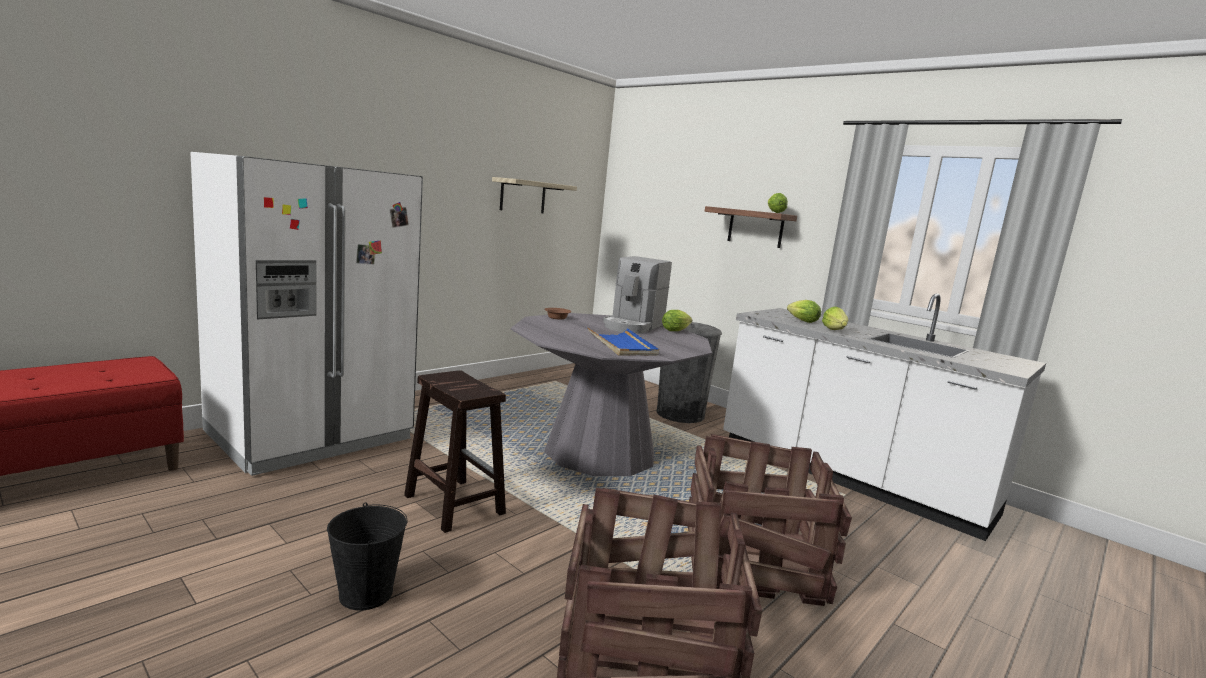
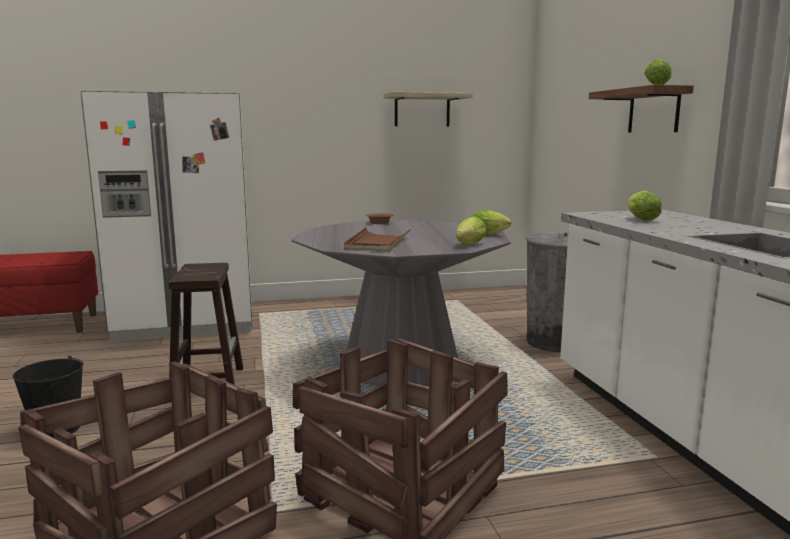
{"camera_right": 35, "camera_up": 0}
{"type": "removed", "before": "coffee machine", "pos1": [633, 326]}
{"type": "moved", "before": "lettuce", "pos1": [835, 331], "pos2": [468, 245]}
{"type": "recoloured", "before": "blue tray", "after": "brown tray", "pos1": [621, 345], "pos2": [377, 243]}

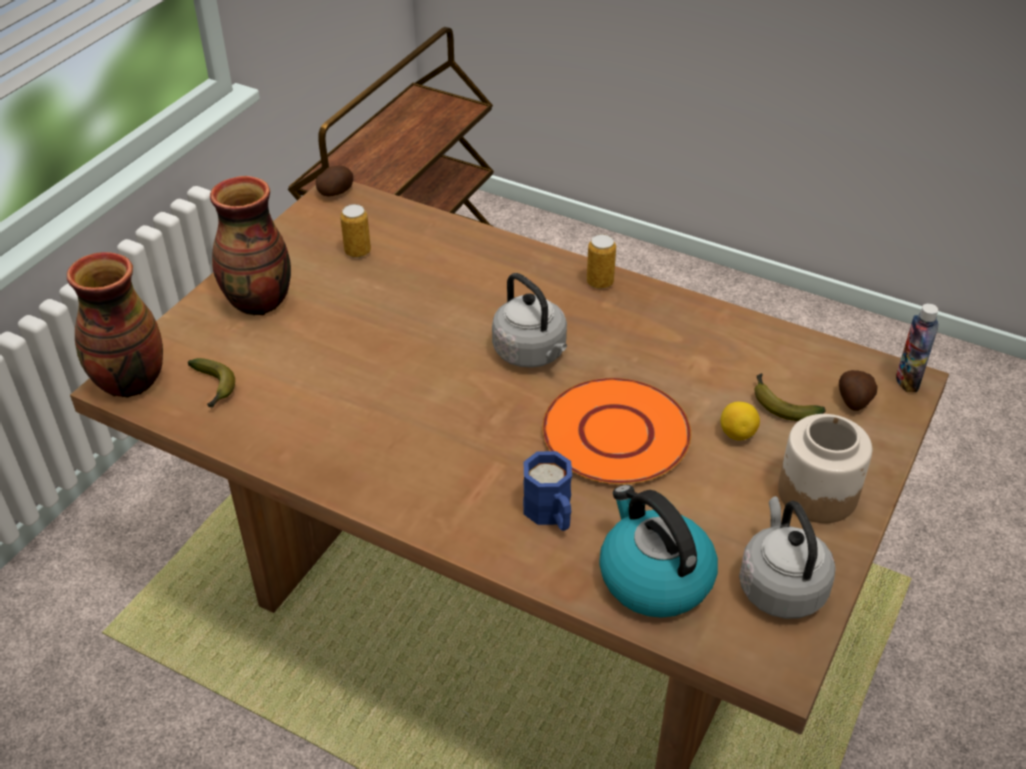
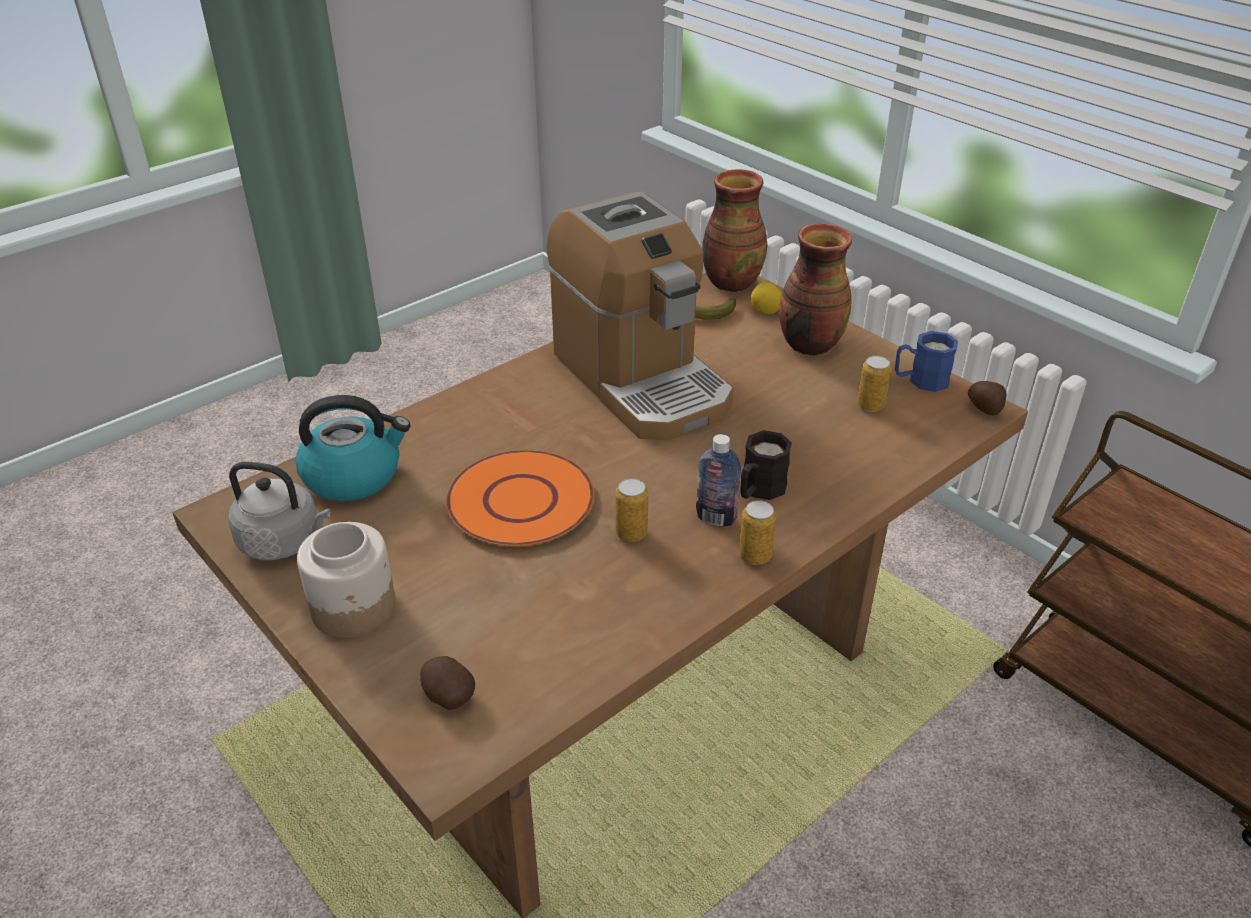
{"camera_right": 110, "camera_up": -5}
{"type": "removed", "before": "grey kettle", "pos1": [532, 353]}
{"type": "moved", "before": "bottle", "pos1": [907, 381], "pos2": [716, 518]}
{"type": "removed", "before": "banana", "pos1": [780, 404]}
{"type": "moved", "before": "lemon", "pos1": [737, 434], "pos2": [765, 312]}
{"type": "moved", "before": "blue mug", "pos1": [551, 514], "pos2": [920, 380]}
{"type": "added", "after": "coffee machine", "pos2": [641, 379]}
{"type": "added", "after": "black mug", "pos2": [758, 490]}
{"type": "added", "after": "can", "pos2": [631, 533]}

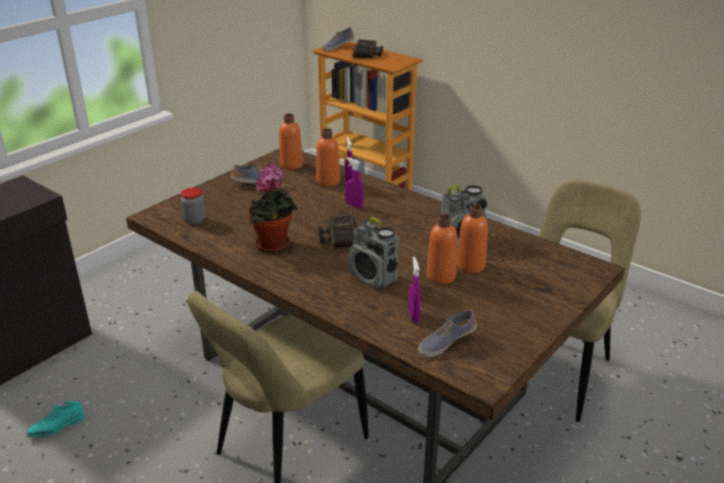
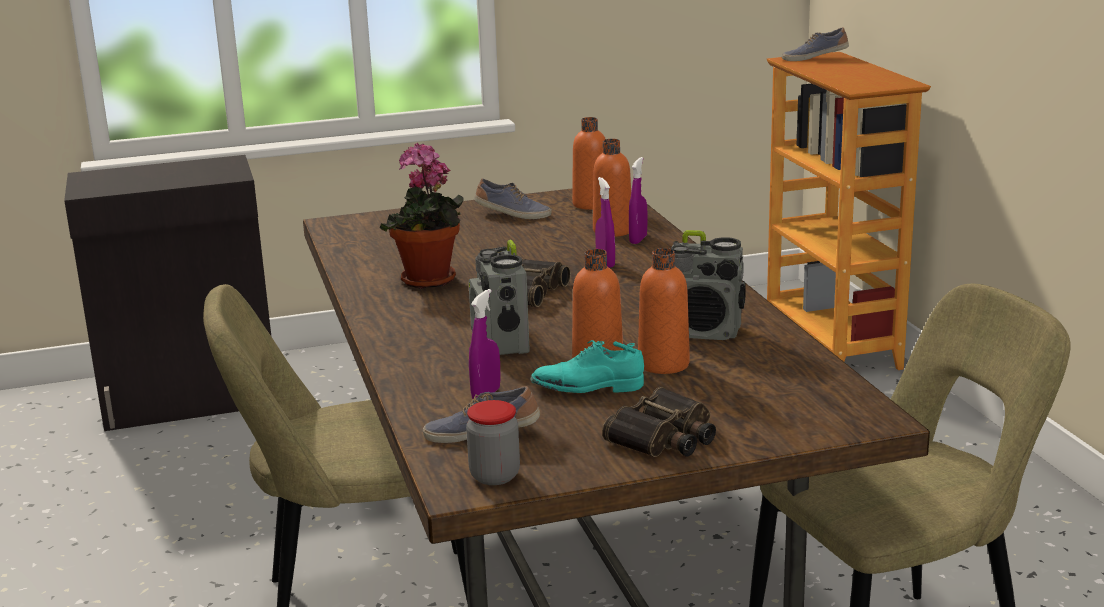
{"camera_right": 35, "camera_up": -10}
{"type": "moved", "before": "binoculars", "pos1": [367, 54], "pos2": [665, 437]}
{"type": "moved", "before": "jar", "pos1": [195, 220], "pos2": [495, 476]}
{"type": "moved", "before": "turquoise shoe", "pos1": [57, 427], "pos2": [587, 389]}

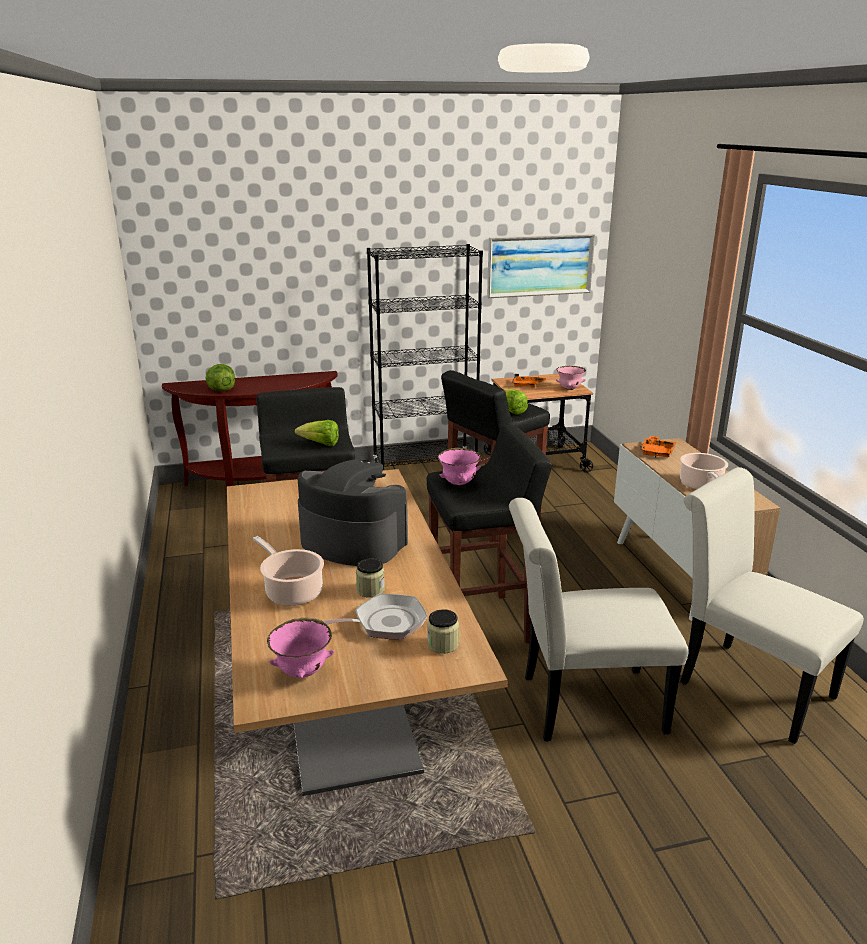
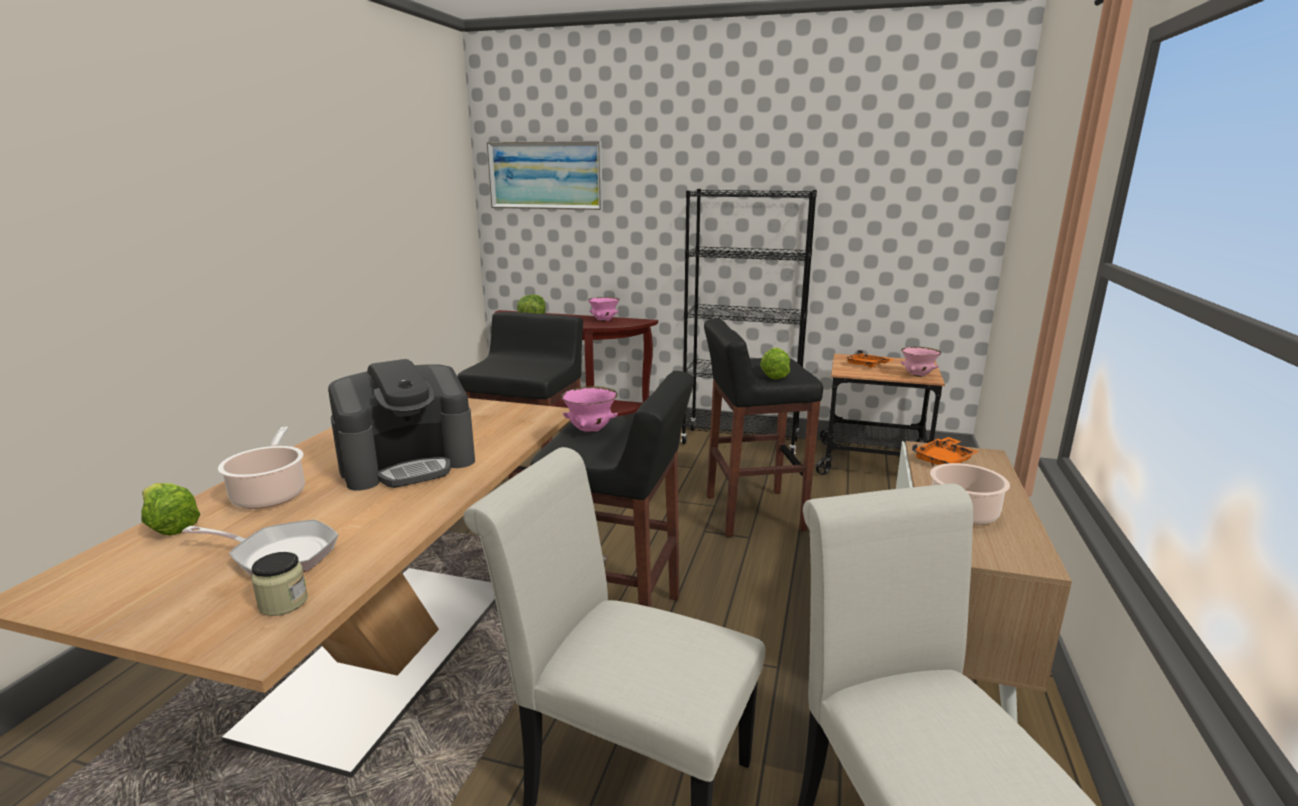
{"camera_right": 30, "camera_up": -5}
{"type": "moved", "before": "picture", "pos1": [540, 265], "pos2": [545, 175]}
{"type": "moved", "before": "lettuce", "pos1": [320, 444], "pos2": [170, 526]}
{"type": "turned", "before": "coffee machine", "pos1": [352, 542], "pos2": [408, 464], "turn": 90}
{"type": "removed", "before": "jar", "pos1": [370, 590]}
{"type": "moved", "before": "pink bowl", "pos1": [303, 672], "pos2": [604, 321]}

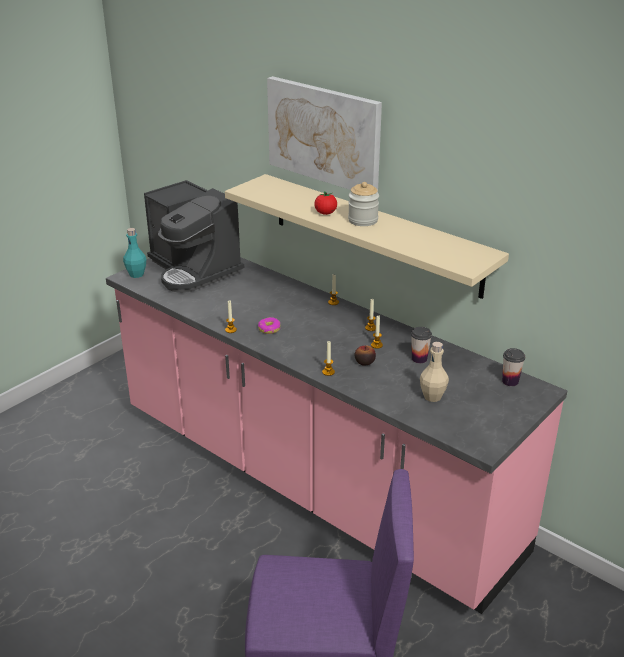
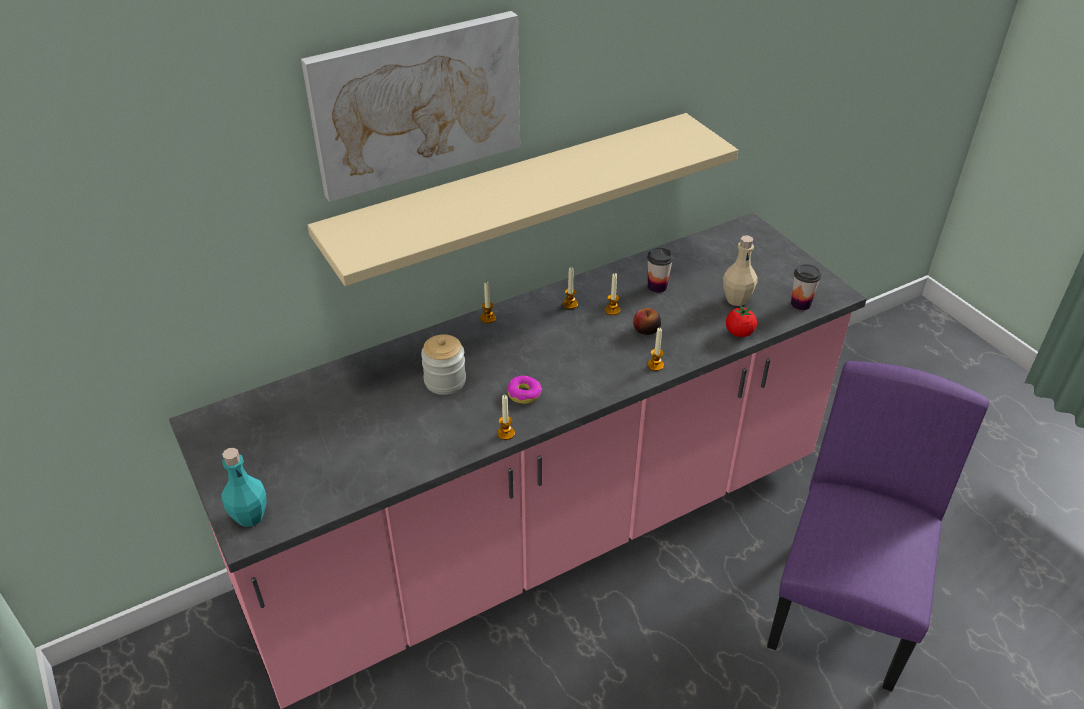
{"camera_right": -70, "camera_up": 10}
{"type": "removed", "before": "coffee machine", "pos1": [194, 269]}
{"type": "moved", "before": "jar", "pos1": [363, 220], "pos2": [445, 381]}
{"type": "moved", "before": "tomato", "pos1": [325, 213], "pos2": [739, 333]}
{"type": "moved", "before": "cup", "pos1": [510, 381], "pos2": [800, 304]}

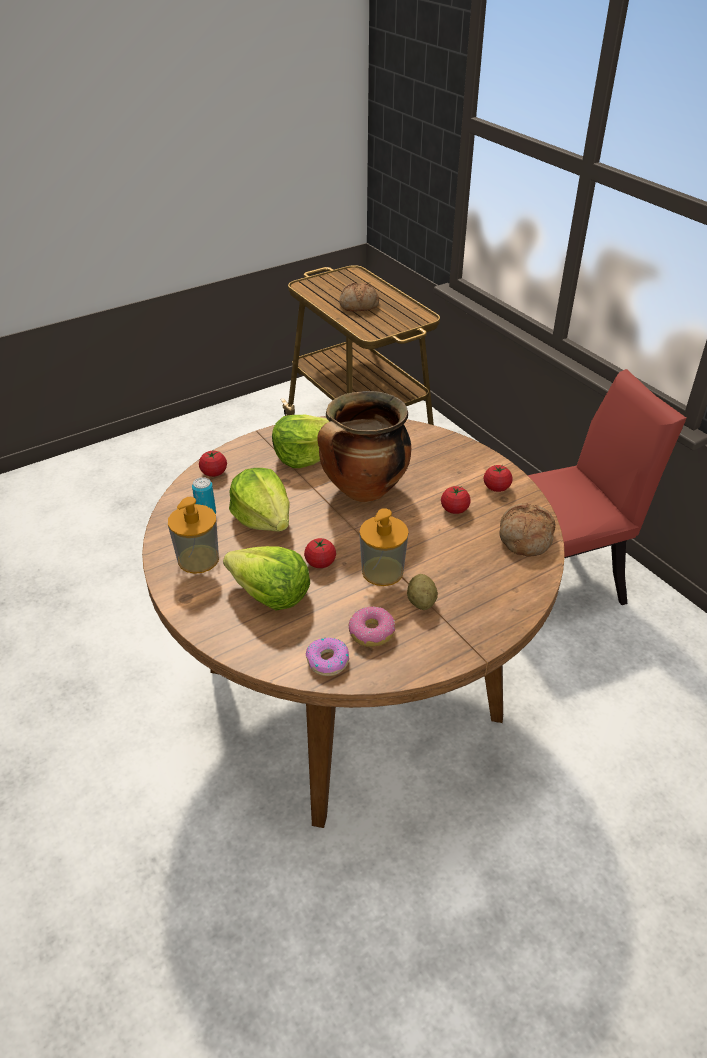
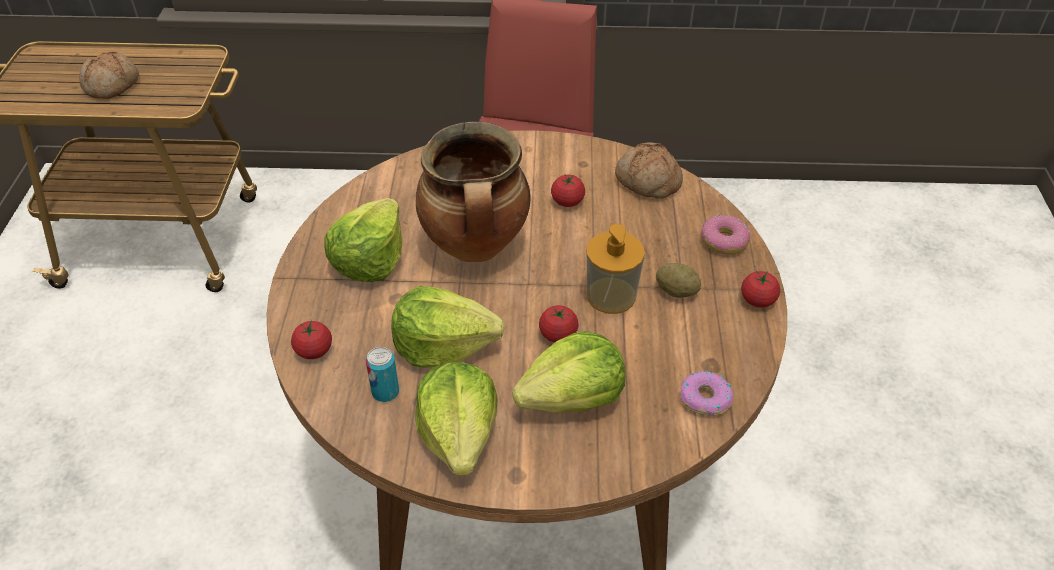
{"camera_right": -55, "camera_up": 5}
{"type": "moved", "before": "tomato", "pos1": [496, 487], "pos2": [757, 300]}
{"type": "replaced", "before": "soap dispenser", "after": "lettuce", "pos1": [198, 559], "pos2": [459, 434]}
{"type": "moved", "before": "donut", "pos1": [371, 632], "pos2": [723, 241]}

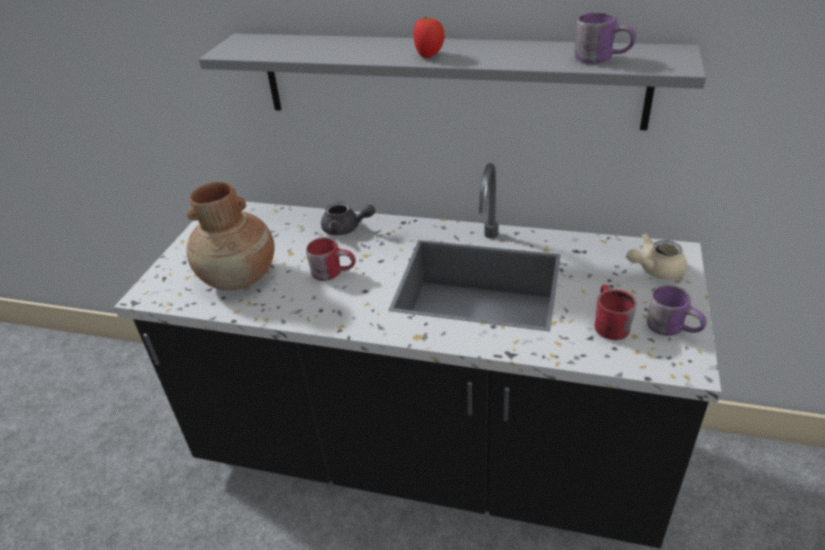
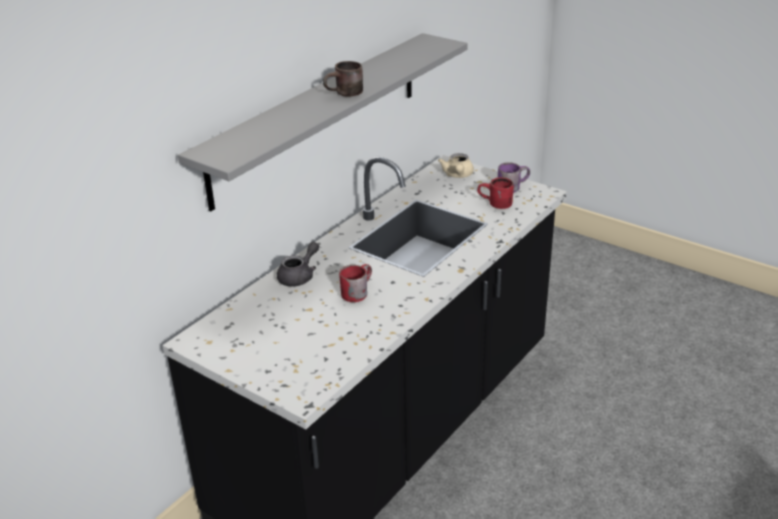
{"camera_right": -70, "camera_up": -5}
{"type": "removed", "before": "purple mug", "pos1": [601, 58]}
{"type": "replaced", "before": "tomato", "after": "brown mug", "pos1": [429, 55], "pos2": [345, 94]}
{"type": "removed", "before": "brown vase", "pos1": [240, 277]}

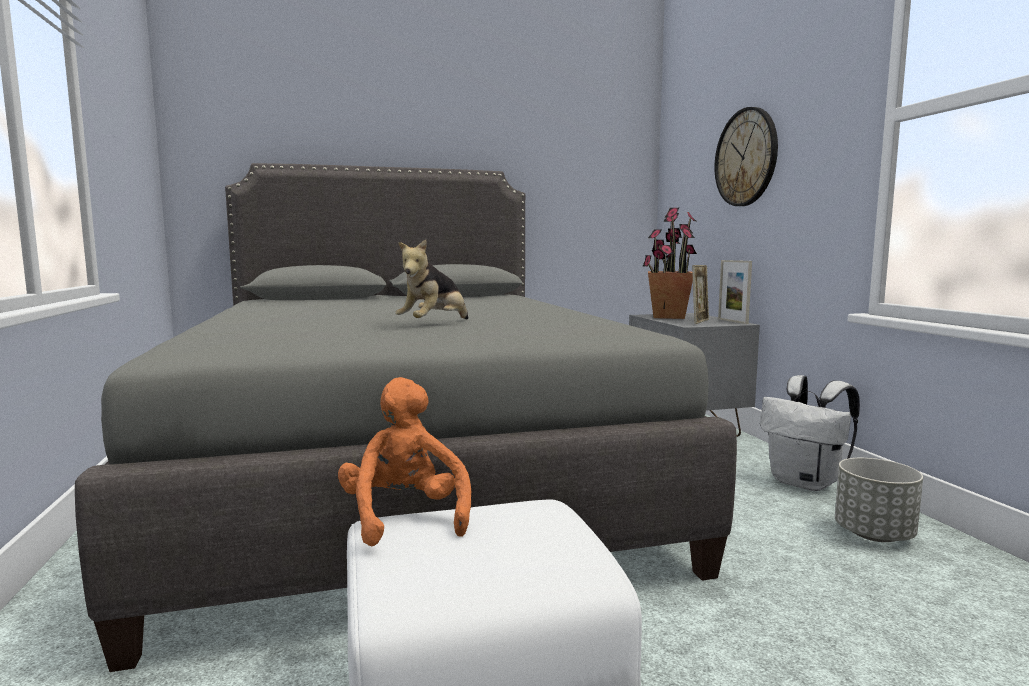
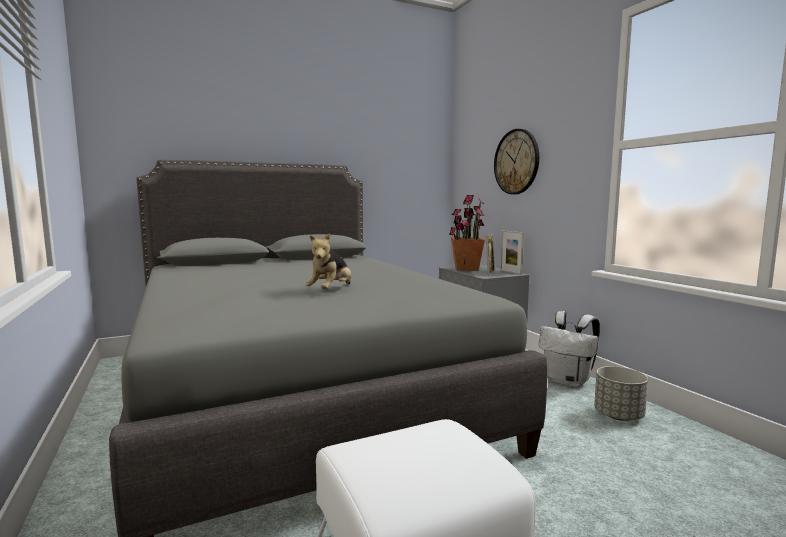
{"camera_right": -10, "camera_up": 0}
{"type": "removed", "before": "orange plush toy", "pos1": [404, 517]}

